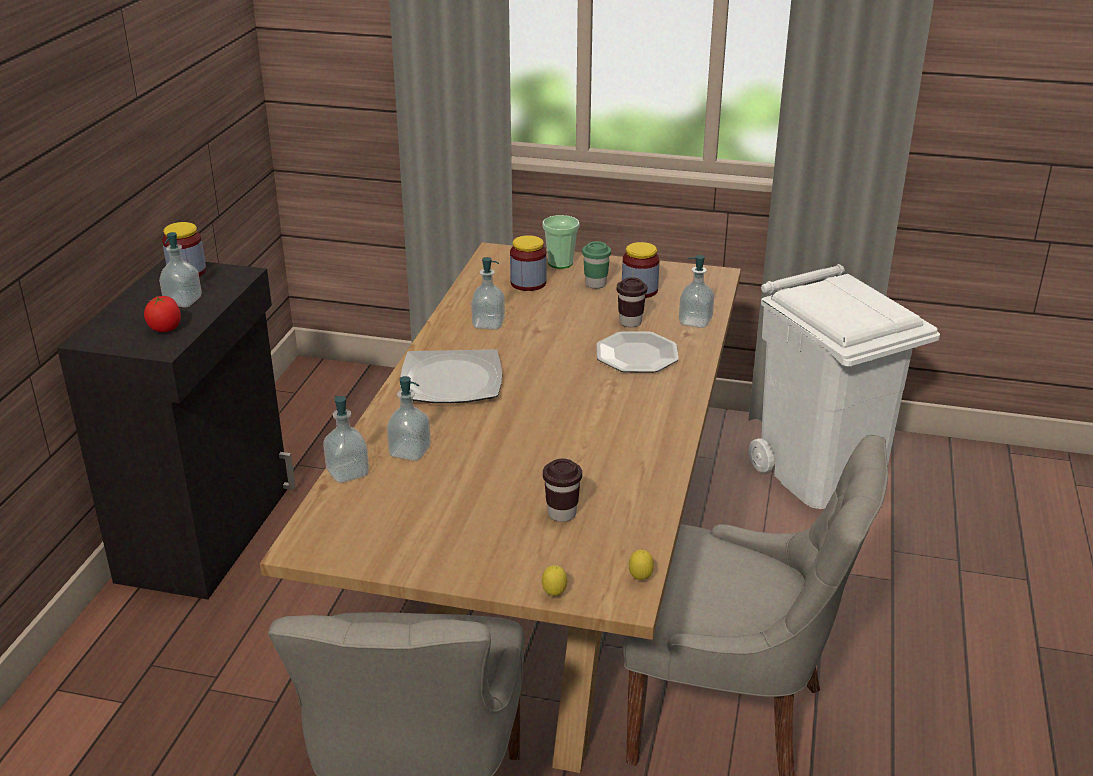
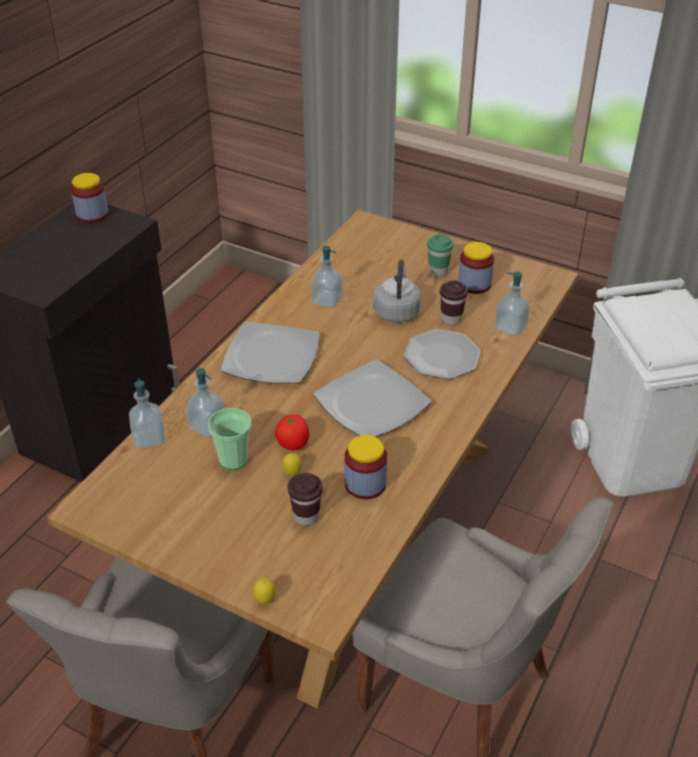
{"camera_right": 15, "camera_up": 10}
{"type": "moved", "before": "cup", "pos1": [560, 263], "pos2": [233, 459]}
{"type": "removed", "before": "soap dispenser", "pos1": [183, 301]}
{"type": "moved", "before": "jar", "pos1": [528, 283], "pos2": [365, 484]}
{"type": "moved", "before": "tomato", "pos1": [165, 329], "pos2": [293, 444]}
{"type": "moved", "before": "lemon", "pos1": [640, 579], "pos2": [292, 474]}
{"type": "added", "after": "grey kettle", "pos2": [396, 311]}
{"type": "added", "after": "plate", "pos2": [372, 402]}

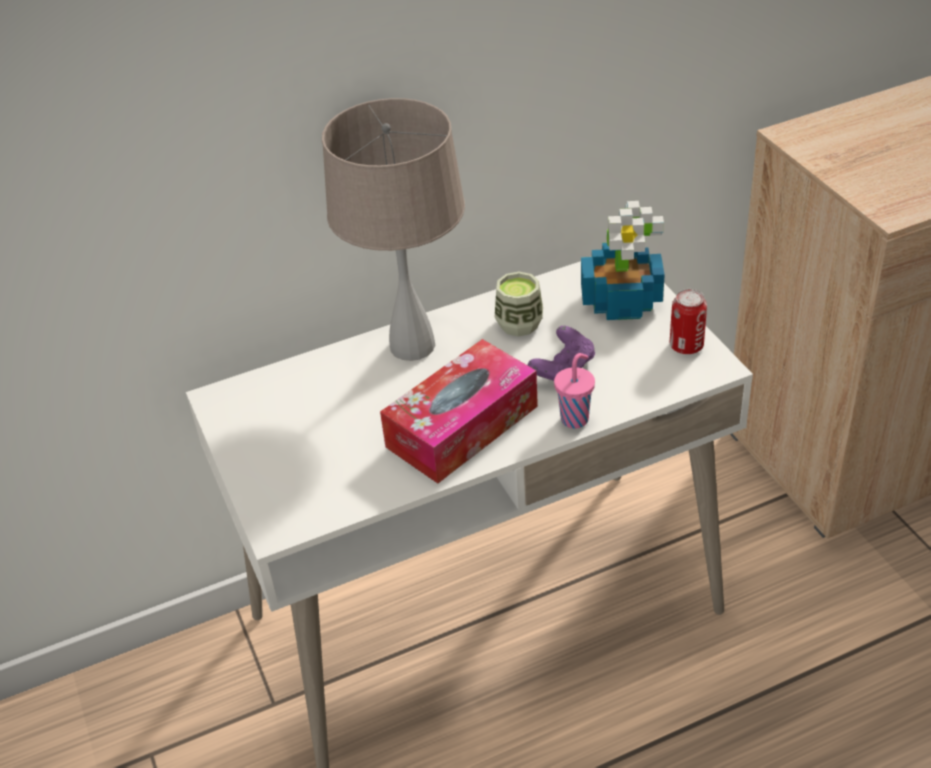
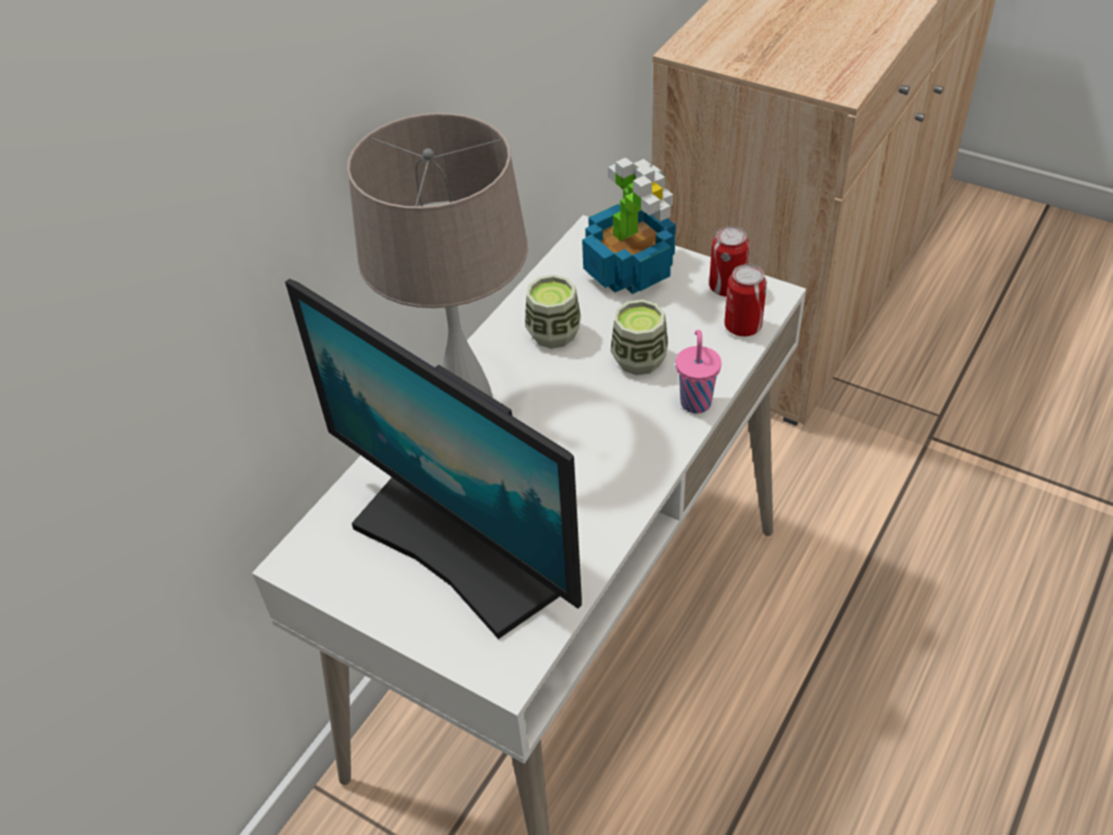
{"camera_right": -35, "camera_up": 5}
{"type": "replaced", "before": "purple game controller", "after": "cup", "pos1": [563, 369], "pos2": [639, 359]}
{"type": "removed", "before": "tissue box", "pos1": [462, 426]}
{"type": "added", "after": "can", "pos2": [742, 326]}
{"type": "added", "after": "monitor", "pos2": [460, 548]}

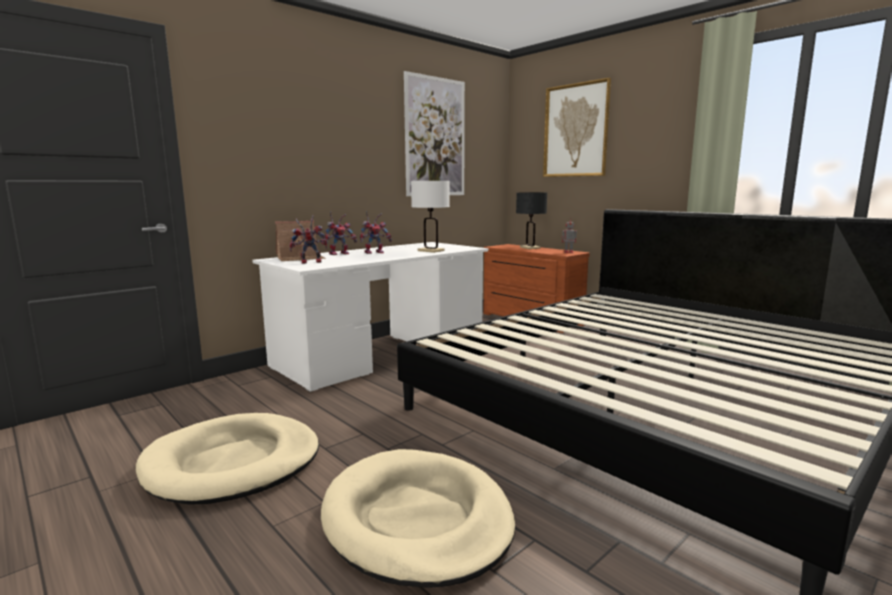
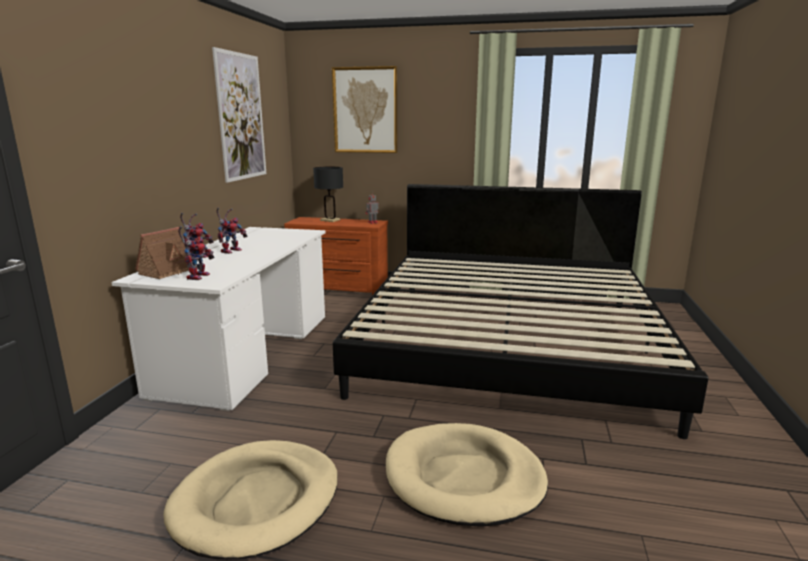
{"camera_right": -35, "camera_up": 5}
{"type": "removed", "before": "white table lamp", "pos1": [431, 251]}
{"type": "turned", "before": "toy robot", "pos1": [309, 262], "pos2": [197, 276], "turn": 150}

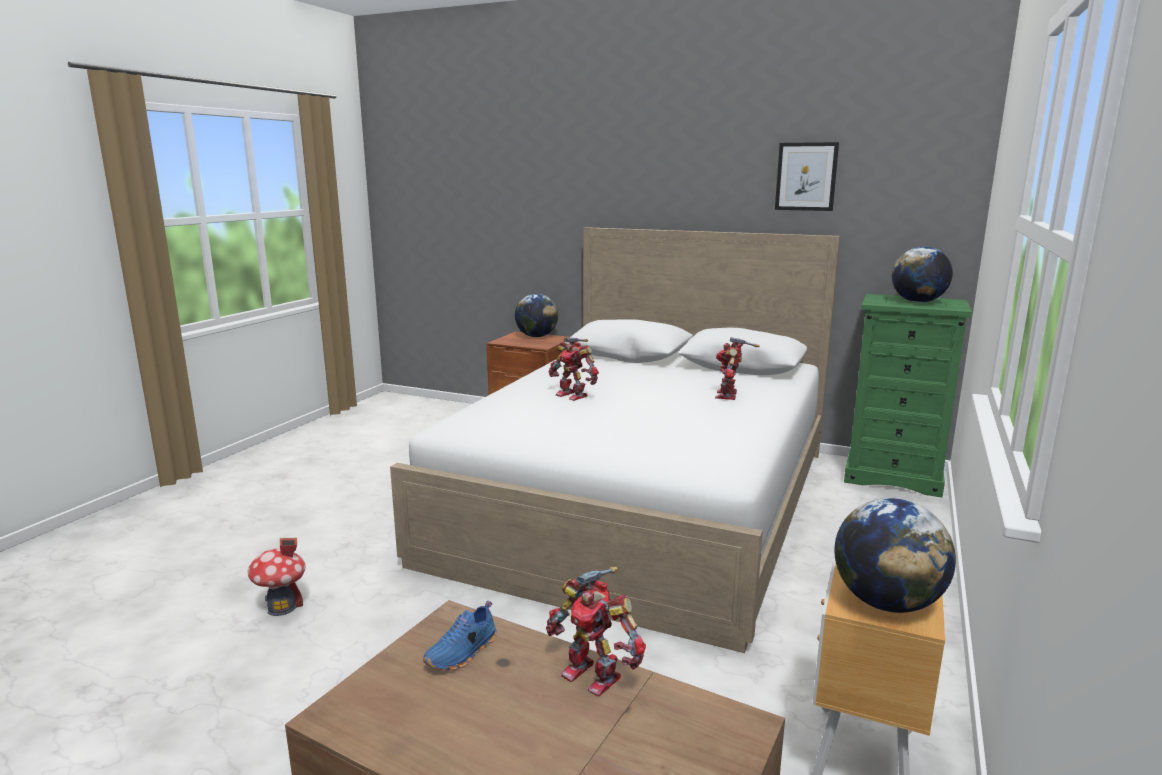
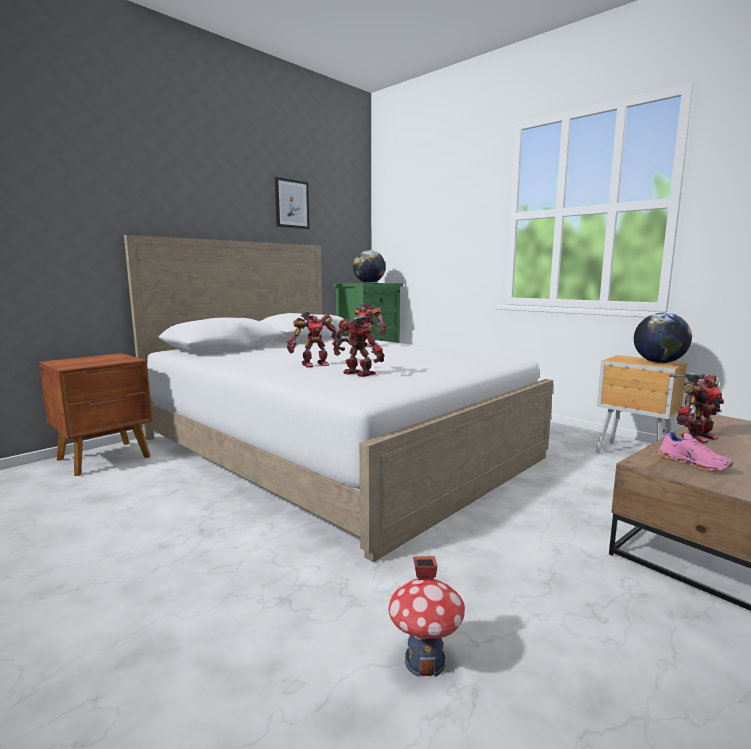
{"camera_right": -70, "camera_up": -5}
{"type": "removed", "before": "globe", "pos1": [536, 336]}
{"type": "recoloured", "before": "blue shoe", "after": "pink shoe", "pos1": [463, 653], "pos2": [693, 463]}
{"type": "added", "after": "toy robot", "pos2": [357, 374]}

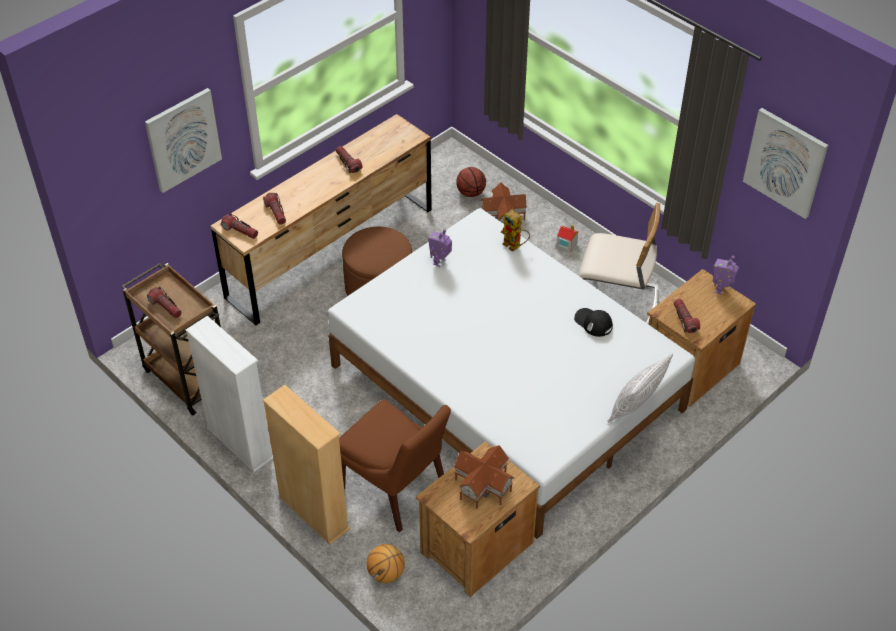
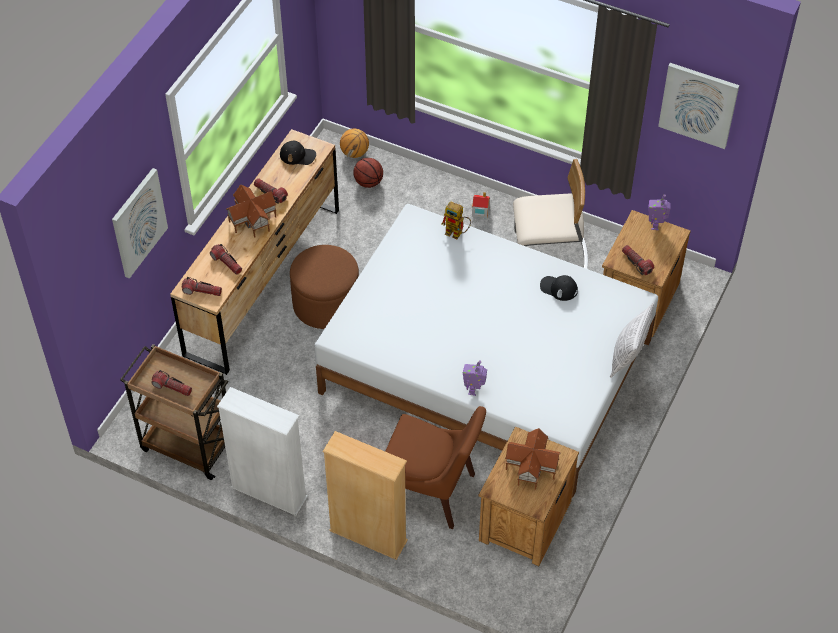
{"camera_right": -20, "camera_up": 5}
{"type": "moved", "before": "toy house", "pos1": [502, 216], "pos2": [251, 219]}
{"type": "moved", "before": "toy robot", "pos1": [440, 262], "pos2": [474, 390]}
{"type": "moved", "before": "basketball", "pos1": [386, 573], "pos2": [355, 153]}
{"type": "added", "after": "black cap", "pos2": [298, 155]}

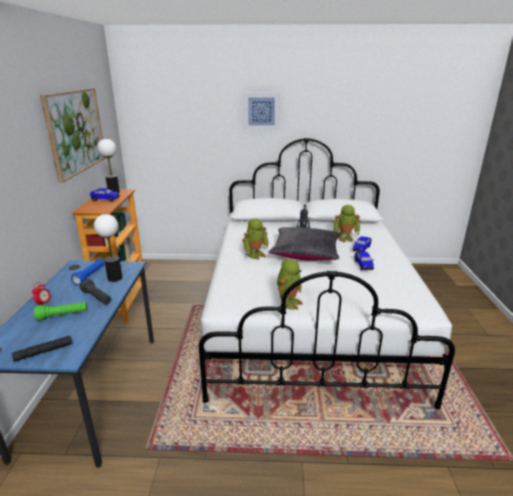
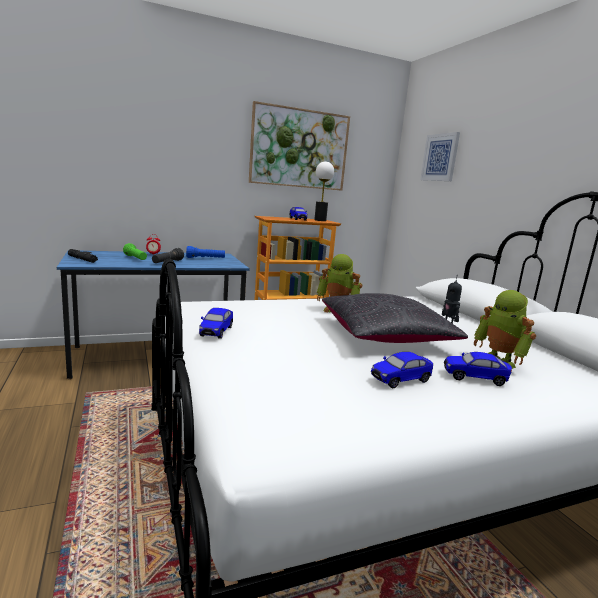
{"camera_right": 65, "camera_up": -10}
{"type": "moved", "before": "picture", "pos1": [261, 111], "pos2": [440, 157]}
{"type": "removed", "before": "table lamp", "pos1": [114, 278]}
{"type": "replaced", "before": "toy robot", "after": "toy car", "pos1": [288, 302], "pos2": [216, 331]}

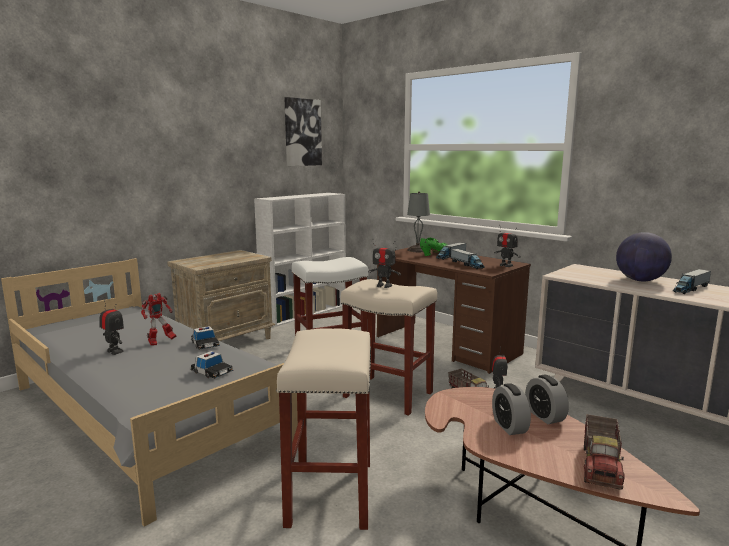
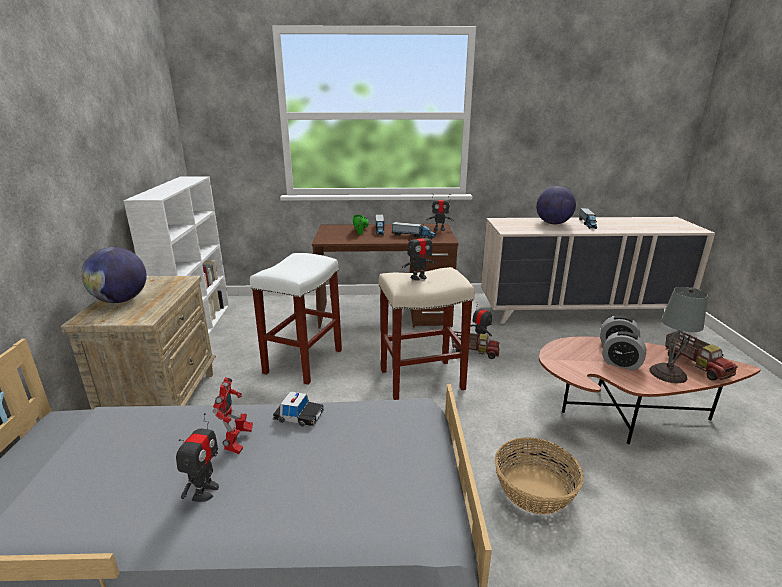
{"camera_right": -45, "camera_up": 10}
{"type": "removed", "before": "picture", "pos1": [302, 132]}
{"type": "moved", "before": "grey table lamp", "pos1": [417, 250], "pos2": [667, 374]}
{"type": "turned", "before": "toy robot", "pos1": [114, 351], "pos2": [205, 491], "turn": 105}
{"type": "replaced", "before": "beige stool", "after": "basket", "pos1": [329, 492], "pos2": [533, 489]}
{"type": "removed", "before": "toy car", "pos1": [211, 372]}
{"type": "added", "after": "globe", "pos2": [121, 300]}

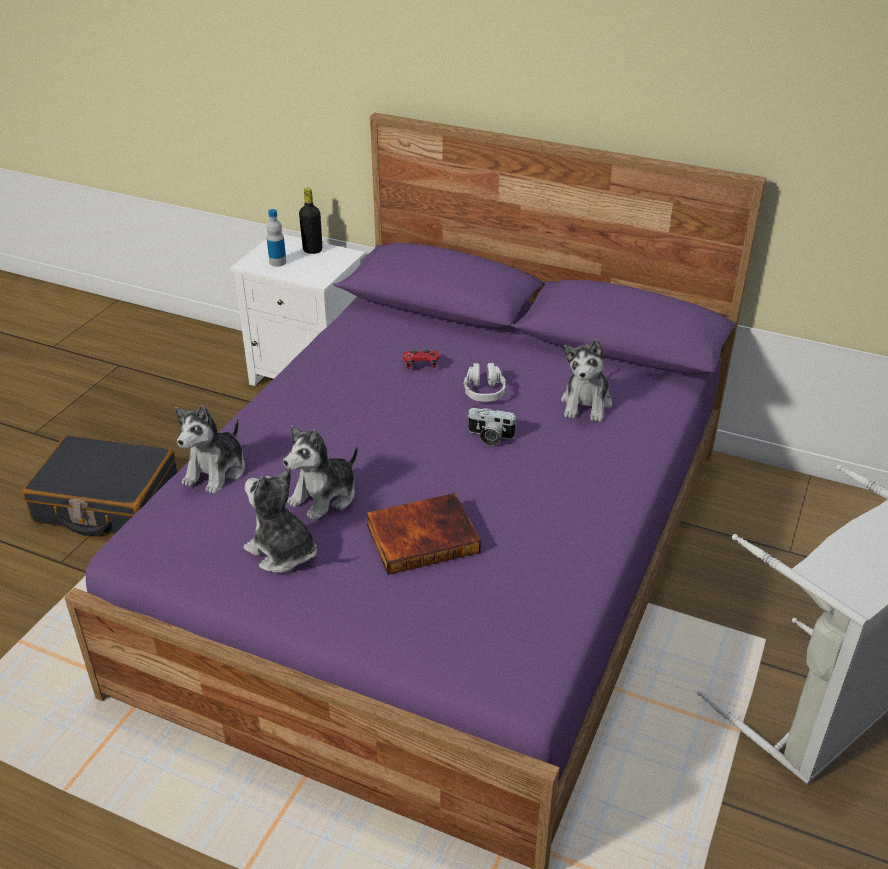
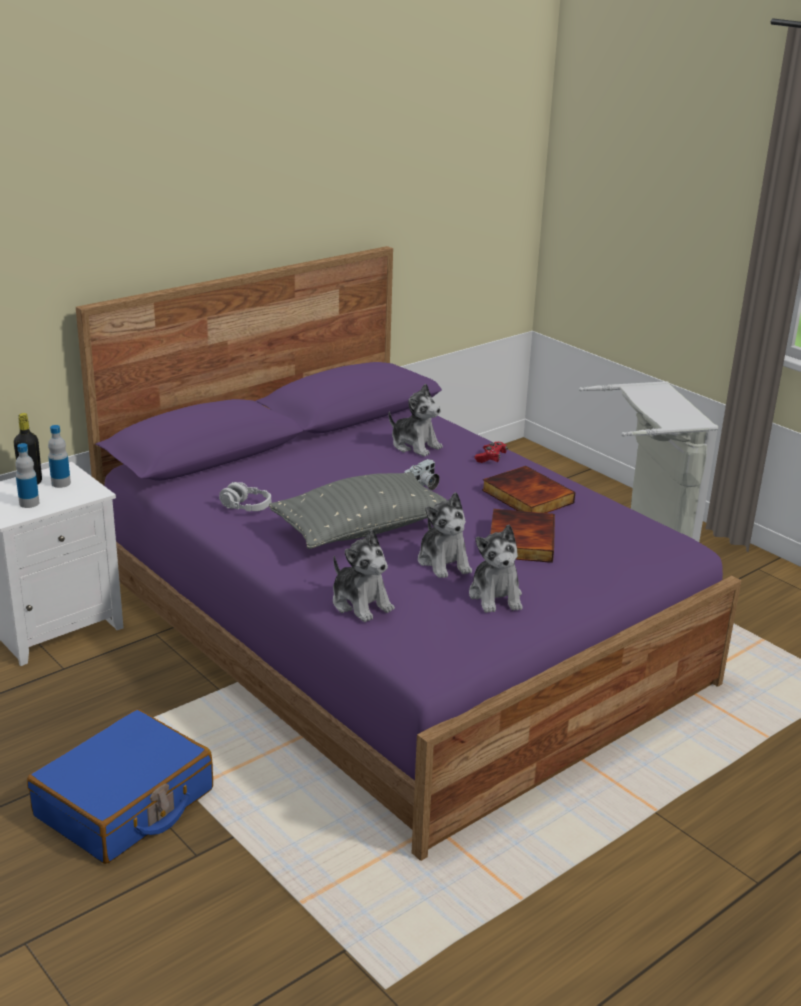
{"camera_right": -65, "camera_up": -10}
{"type": "moved", "before": "red game controller", "pos1": [420, 364], "pos2": [490, 458]}
{"type": "moved", "before": "grey headphones", "pos1": [484, 391], "pos2": [246, 506]}
{"type": "recoloured", "before": "black suitcase", "after": "blue suitcase", "pos1": [107, 502], "pos2": [125, 804]}
{"type": "turned", "before": "plush toy", "pos1": [282, 552], "pos2": [496, 596], "turn": -75}
{"type": "added", "after": "bottle", "pos2": [61, 483]}
{"type": "added", "after": "book", "pos2": [526, 496]}
{"type": "added", "after": "grey pillow", "pos2": [363, 530]}

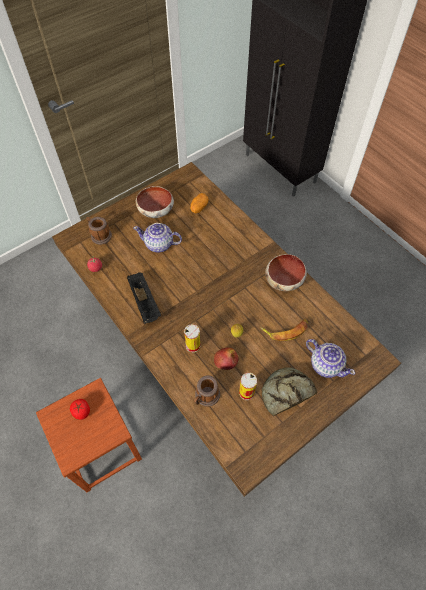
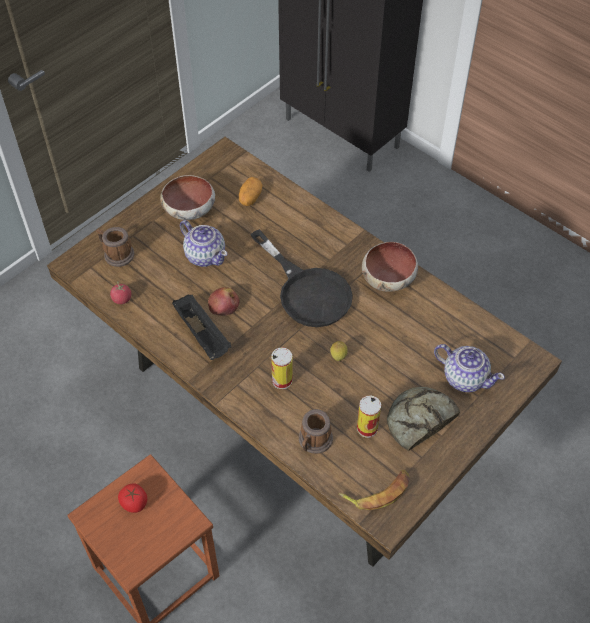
{"camera_right": -10, "camera_up": -5}
{"type": "turned", "before": "teapot", "pos1": [159, 244], "pos2": [205, 255], "turn": -135}
{"type": "moved", "before": "banana", "pos1": [286, 330], "pos2": [378, 492]}
{"type": "moved", "before": "apple", "pos1": [226, 360], "pos2": [224, 305]}
{"type": "added", "after": "black frying pan", "pos2": [307, 291]}

